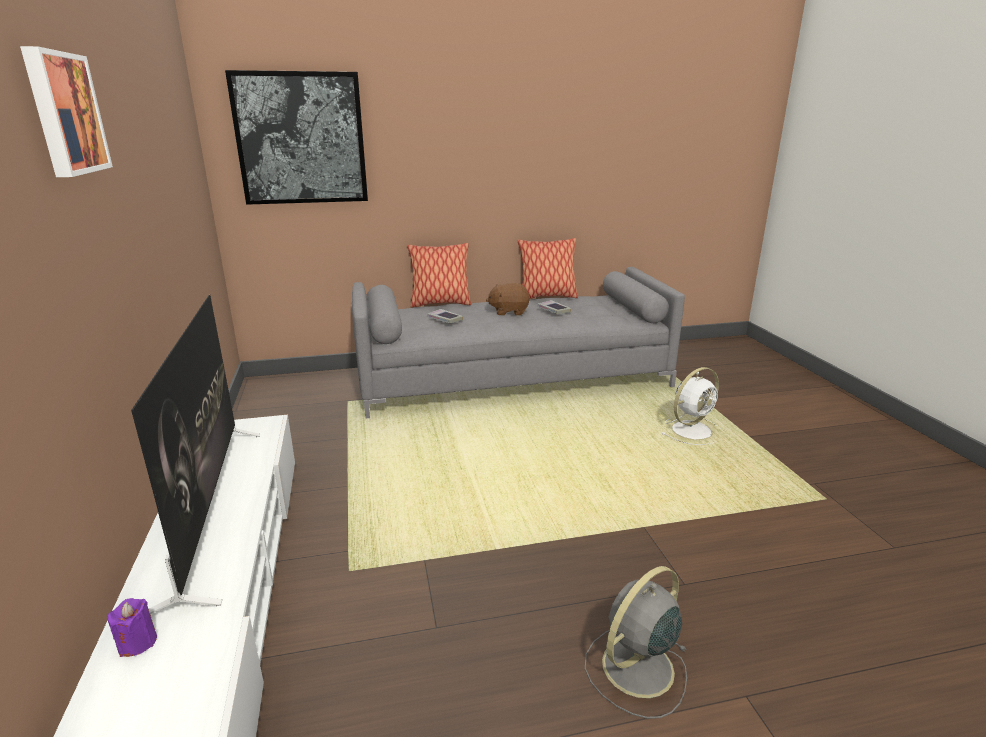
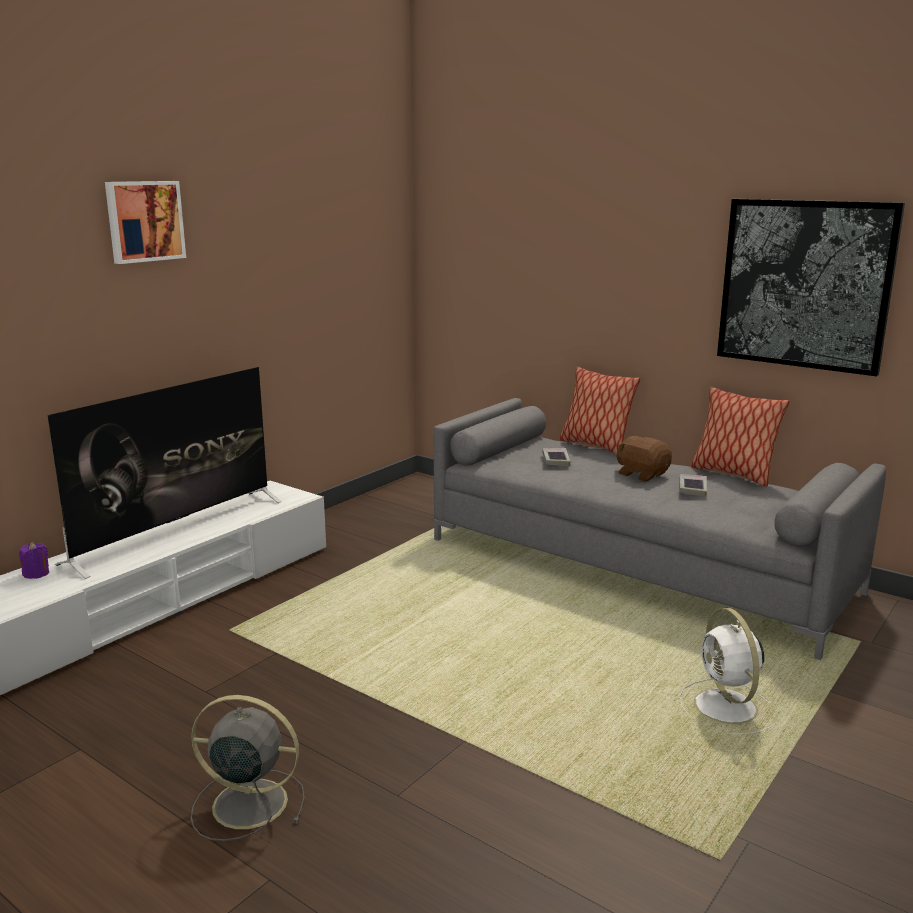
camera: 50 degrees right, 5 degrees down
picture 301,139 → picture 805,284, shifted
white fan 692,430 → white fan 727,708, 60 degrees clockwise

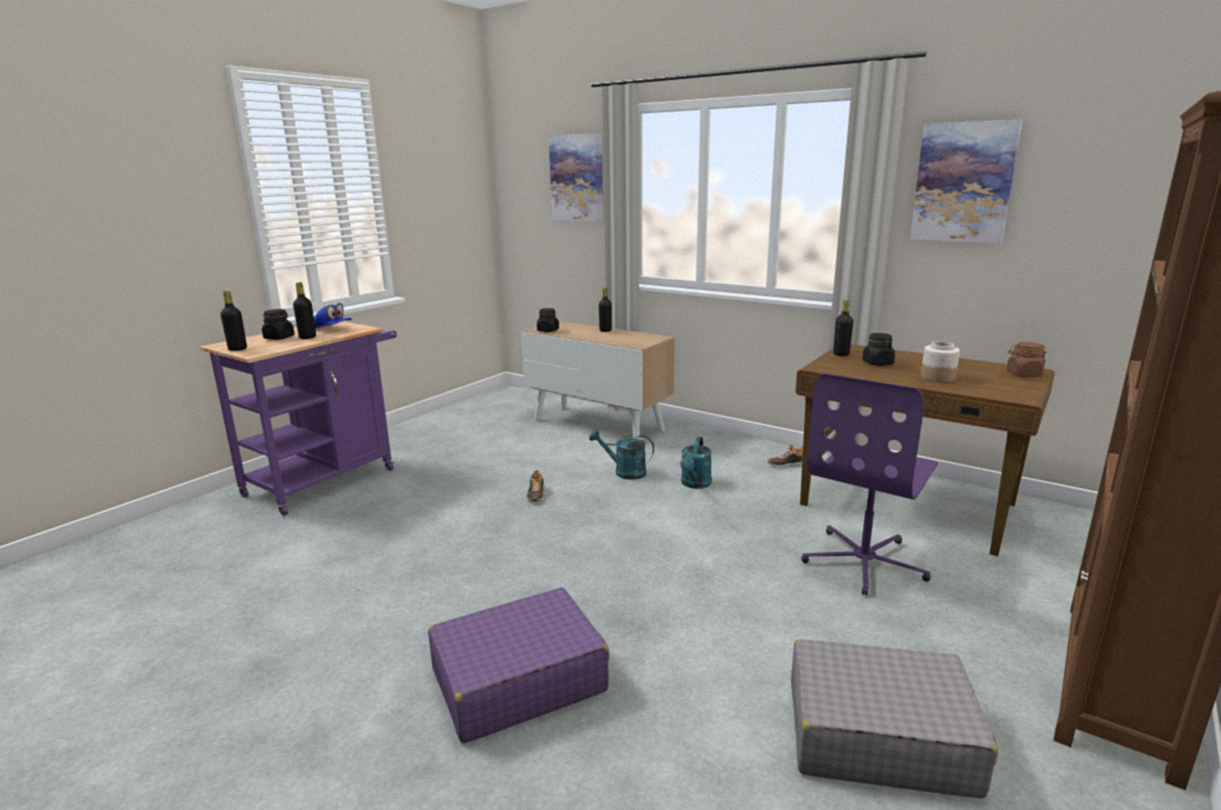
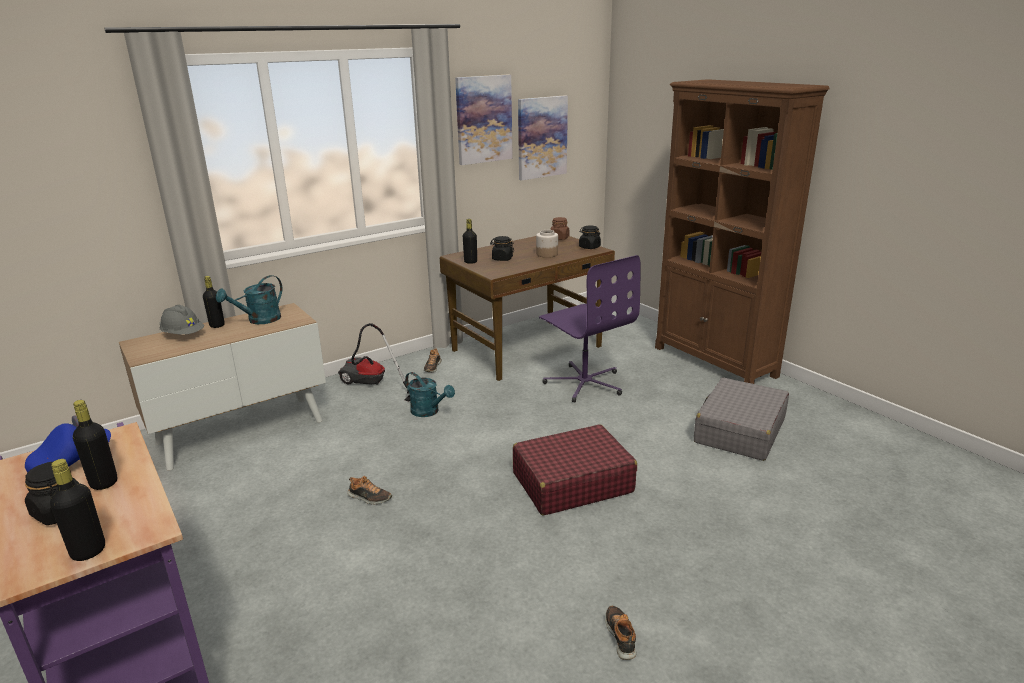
camera: 70 degrees left, 5 degrees up
purple suitcase 518,680 → -
- → grey hard hat 183,335
- → vacuum cleaner 373,385
- → red suitcase 572,483
- → shoe 621,636
black jar 548,330 → black jar 589,247, shifted
picture 577,178 → picture 541,137, shifted
turquoise watering can 624,472 → turquoise watering can 259,320, shifted

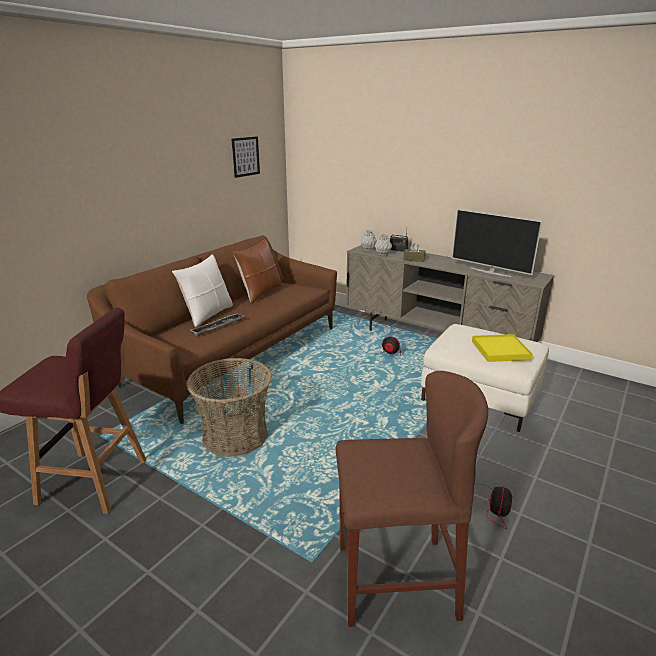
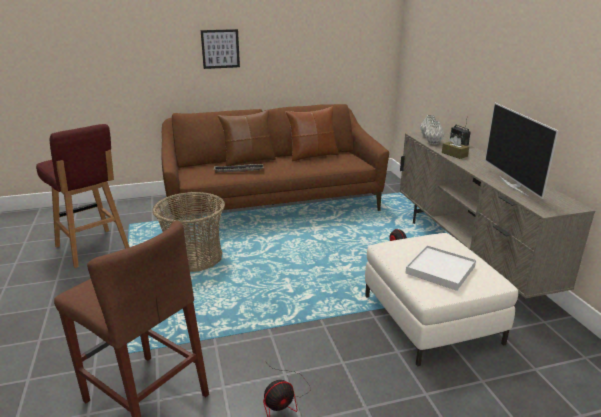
camera: 40 degrees right, 0 degrees up
picture 245,156 → picture 220,49, shifted
white pillow 207,315 → brown pillow 248,160
yellow tray 500,350 → white tray 440,270

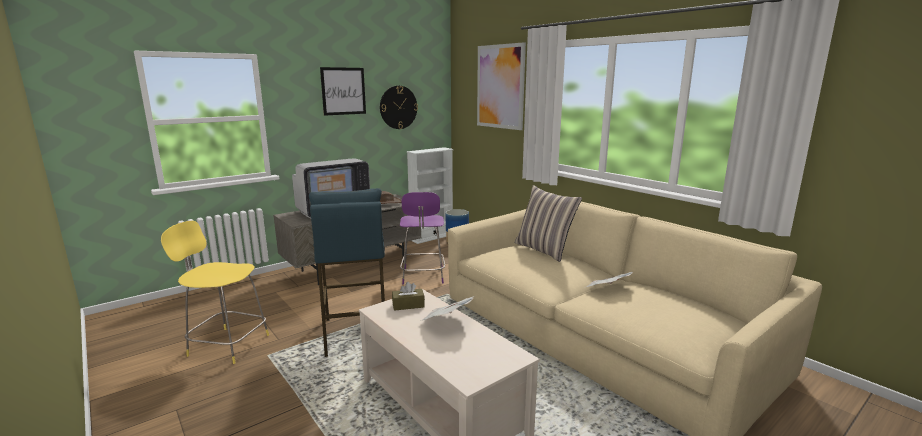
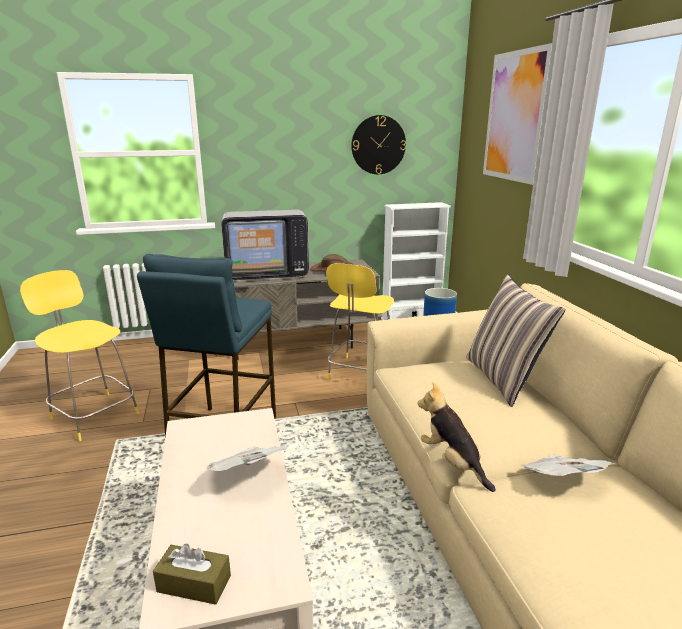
camera: 25 degrees right, 5 degrees up
picture 343,91 → -
- → plush toy 452,462
brown tissue box 408,305 → brown tissue box 194,584, shifted
purple stool 423,276 → yellow stool 360,373

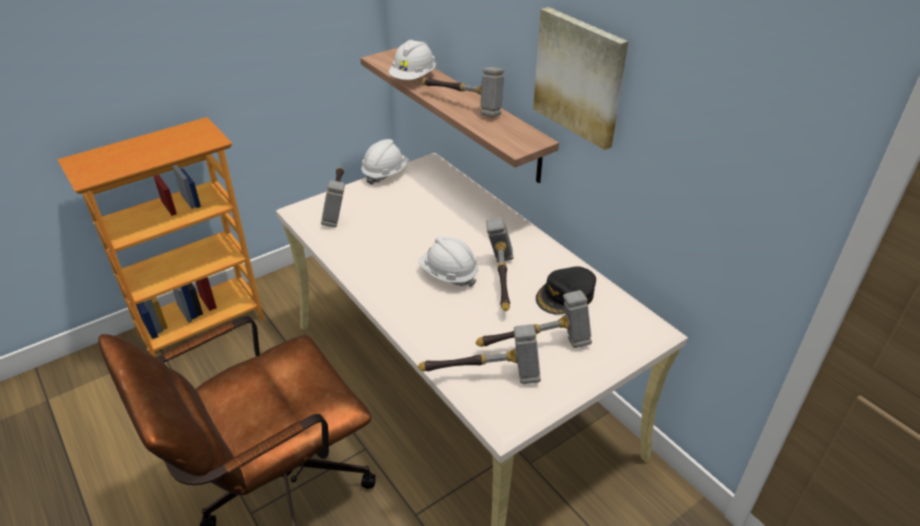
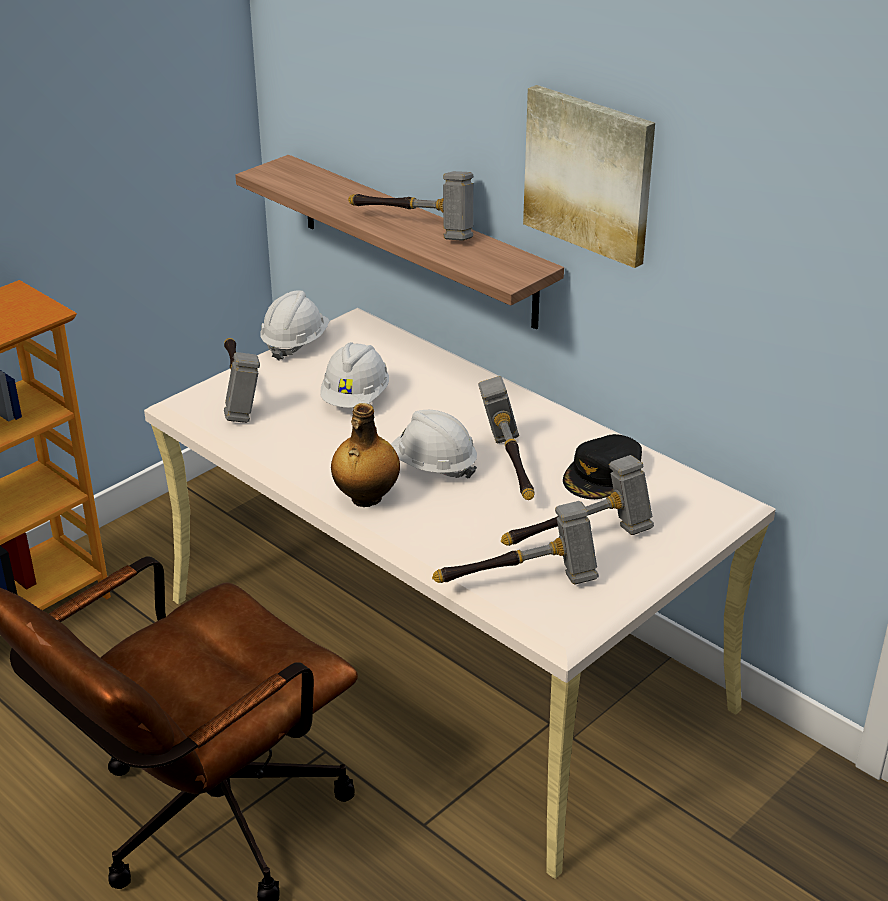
camera: 10 degrees left, 5 degrees down
- → bottle 365,498
white hard hat 413,78 → white hard hat 355,398, shifted

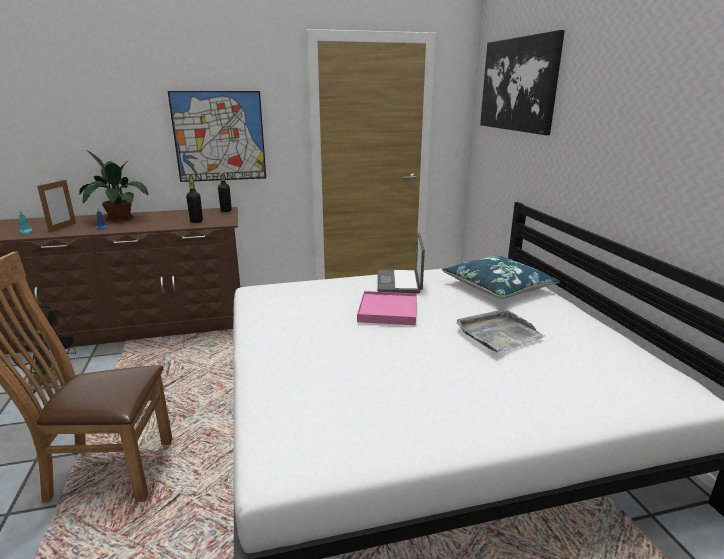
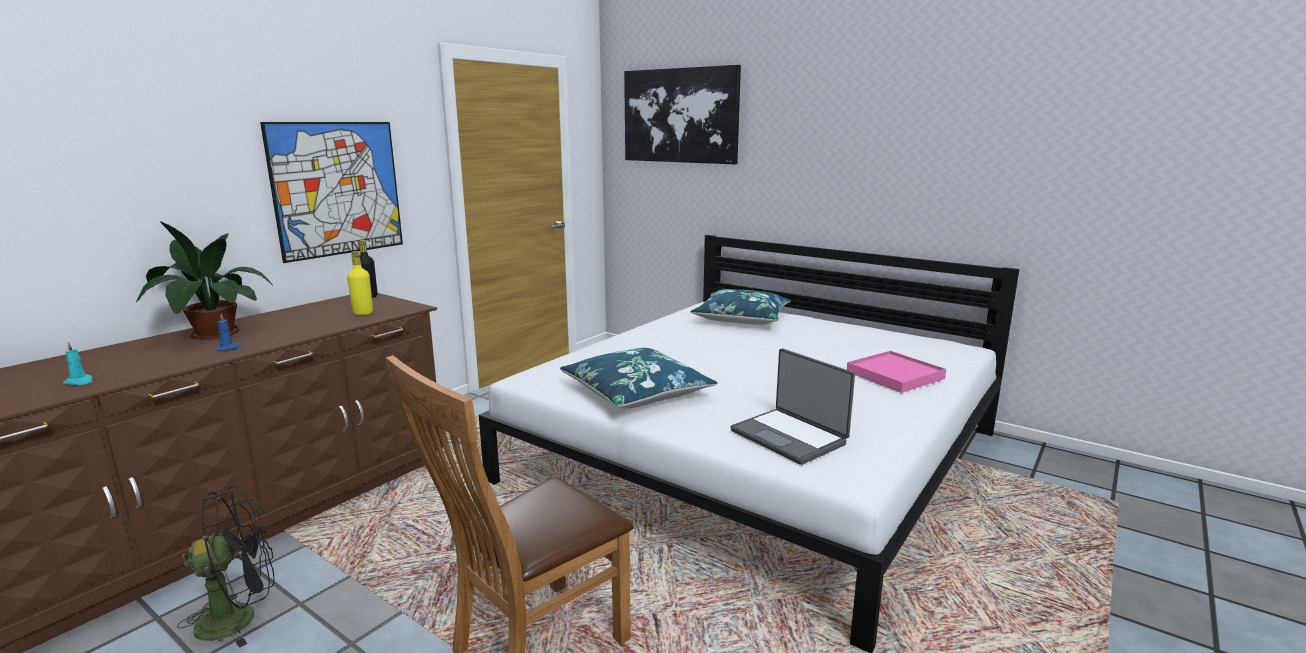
camera: 40 degrees left, 5 degrees down
picture frame 62,227 → -
grey tray 498,333 → -
- → blue pillow 636,392
pink tray 388,311 → pink tray 894,375, shifted
laptop 400,282 → laptop 790,437, shifted
black bottle 196,221 → yellow bottle 363,313

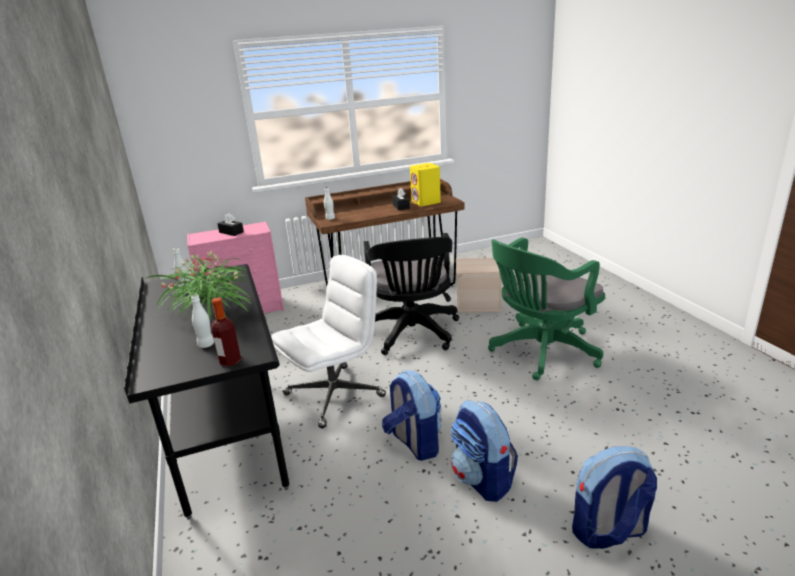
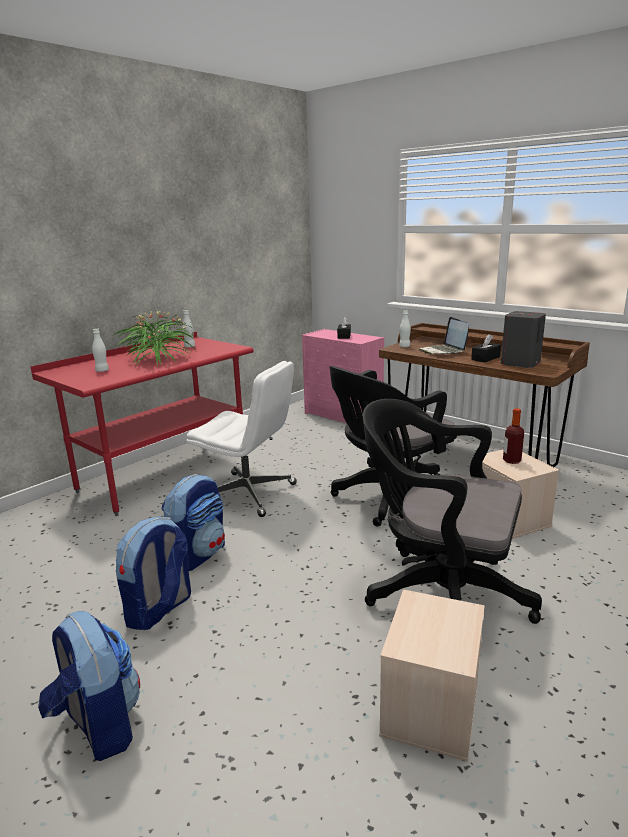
camera: 60 degrees right, 5 degrees down
- → beige storage box 432,708
- → laptop 443,351
bottle 230,361 → bottle 511,461, shifted
black desk 229,440 → red desk 164,475
yellow speaker 426,202 → grey speaker 520,363
green office chair 540,352 → black office chair 439,594

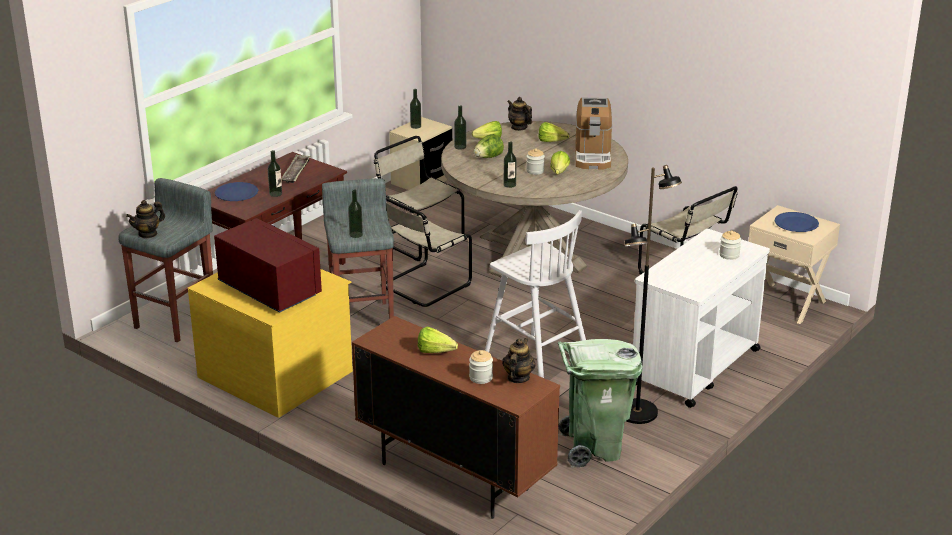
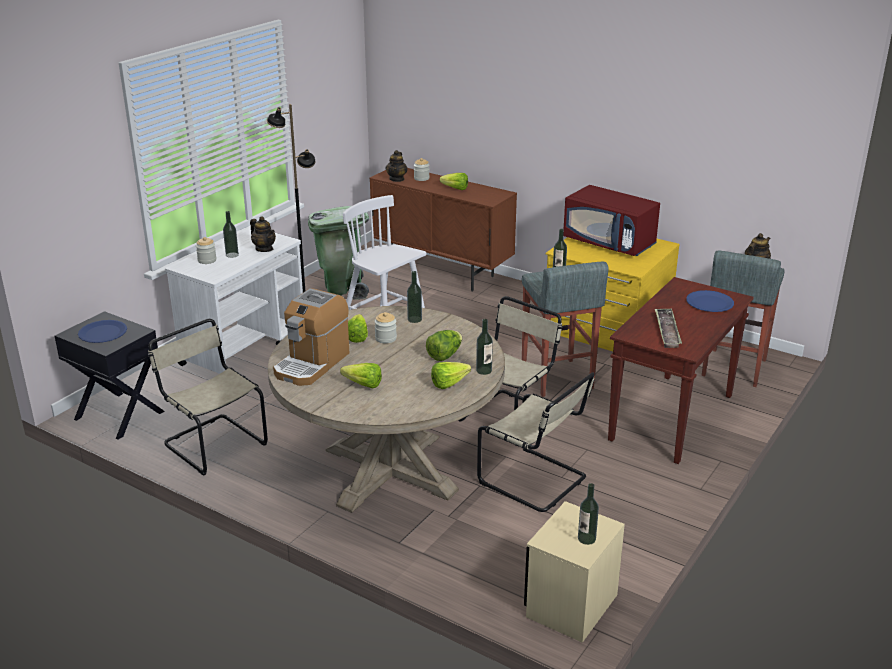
camera: 175 degrees right, 0 degrees up
bottle 275,194 → bottle 232,255, shifted
teapot 519,127 → teapot 264,249, shifted
beige nightstand 786,302 → black nightstand 118,415
coffee machine 593,156 → coffee machine 312,364, 150 degrees counterclockwise

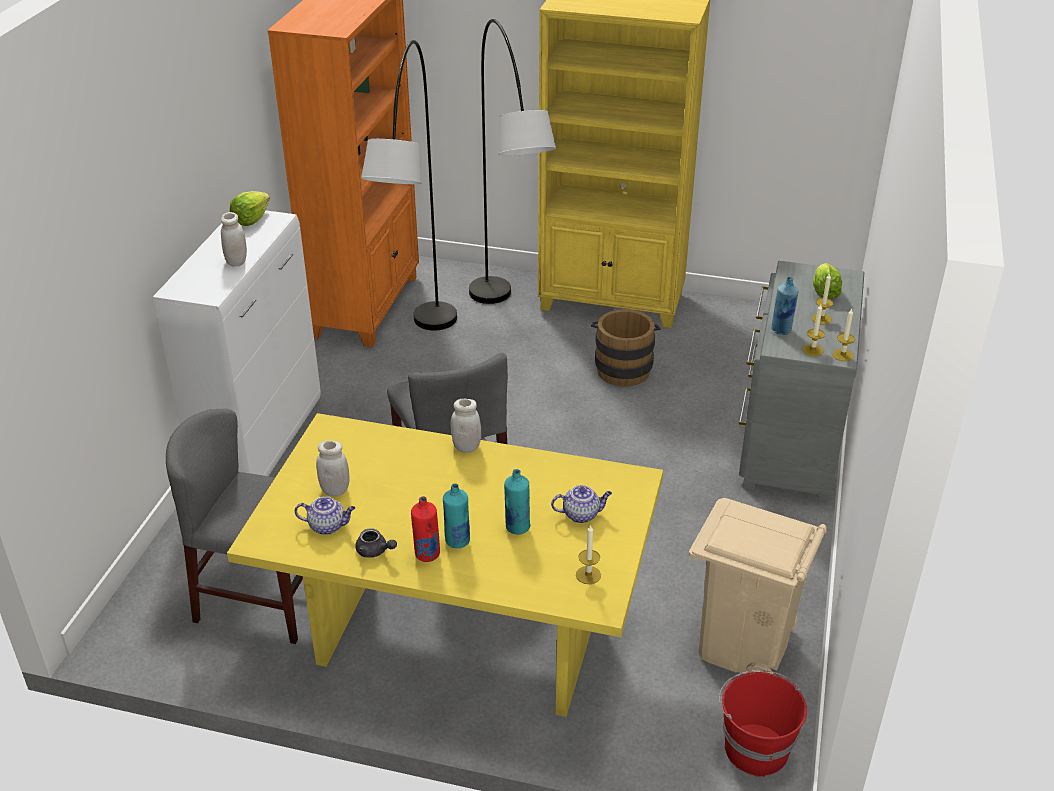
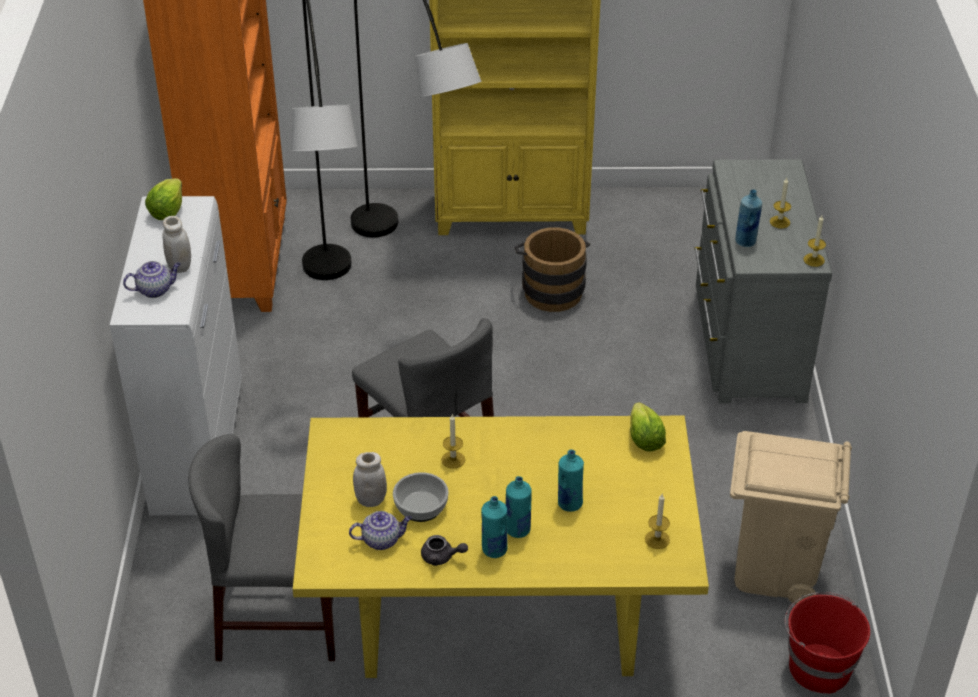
camera: 15 degrees left, 5 degrees up
white jar 466,447 → -
- → bowl 421,506
teapot 581,514 → teapot 155,290, shifted
candle 812,350 → candle 453,459, shifted
lettuce 824,292 → lettuce 644,439, shifted
red bottle 427,554 → turquoise bottle 494,550

